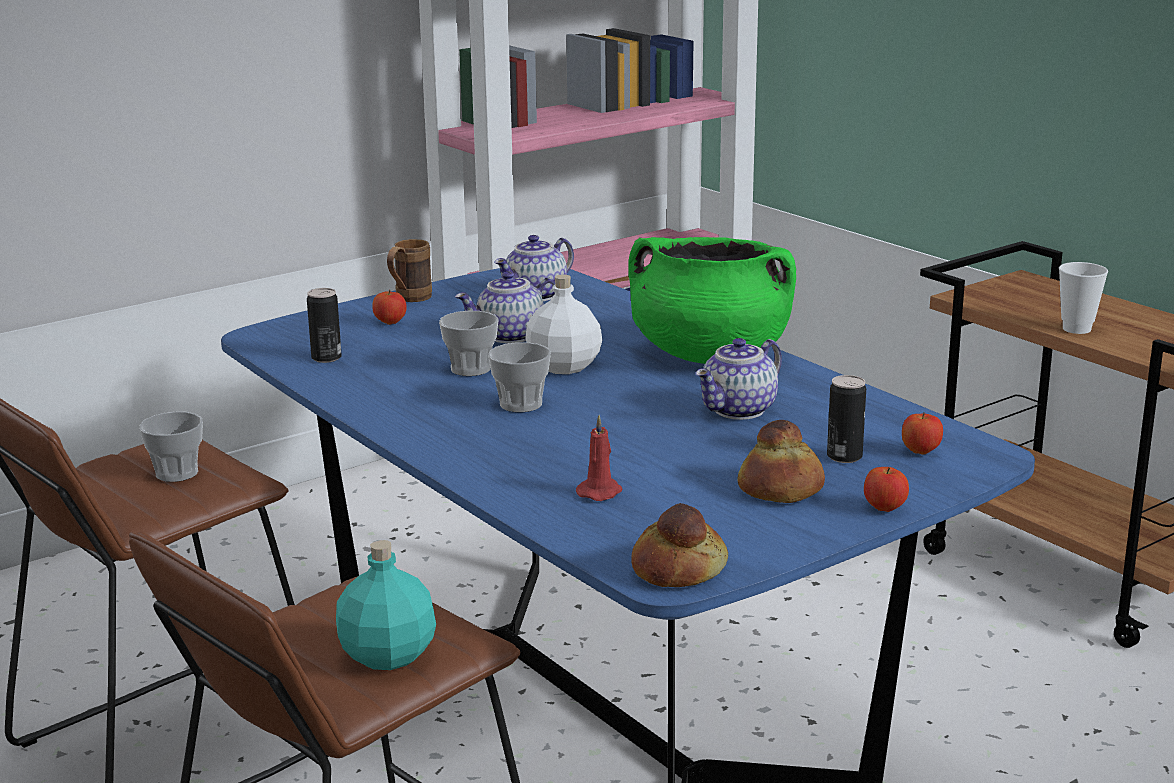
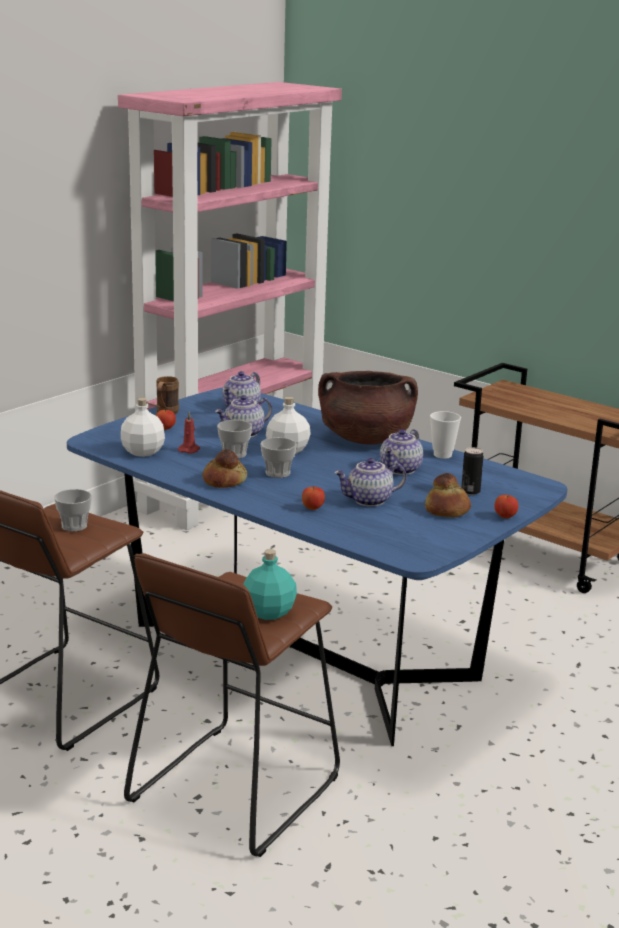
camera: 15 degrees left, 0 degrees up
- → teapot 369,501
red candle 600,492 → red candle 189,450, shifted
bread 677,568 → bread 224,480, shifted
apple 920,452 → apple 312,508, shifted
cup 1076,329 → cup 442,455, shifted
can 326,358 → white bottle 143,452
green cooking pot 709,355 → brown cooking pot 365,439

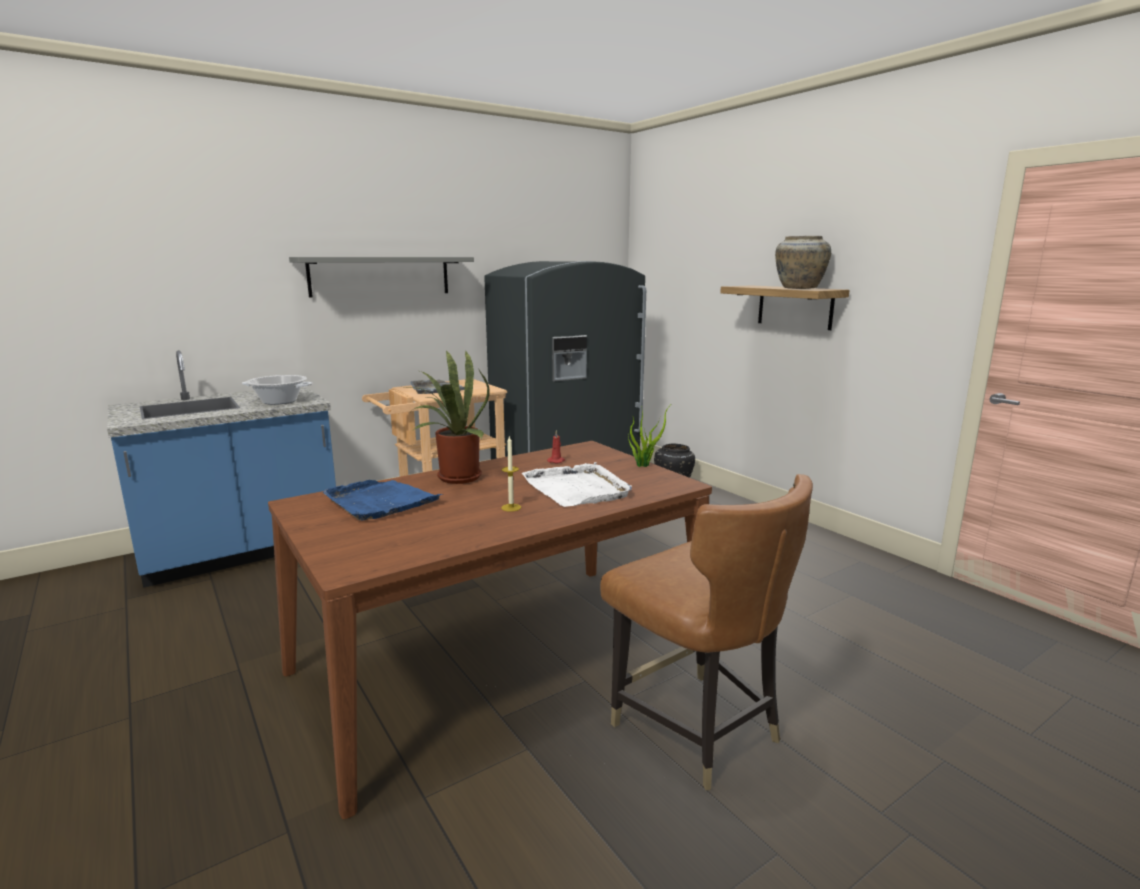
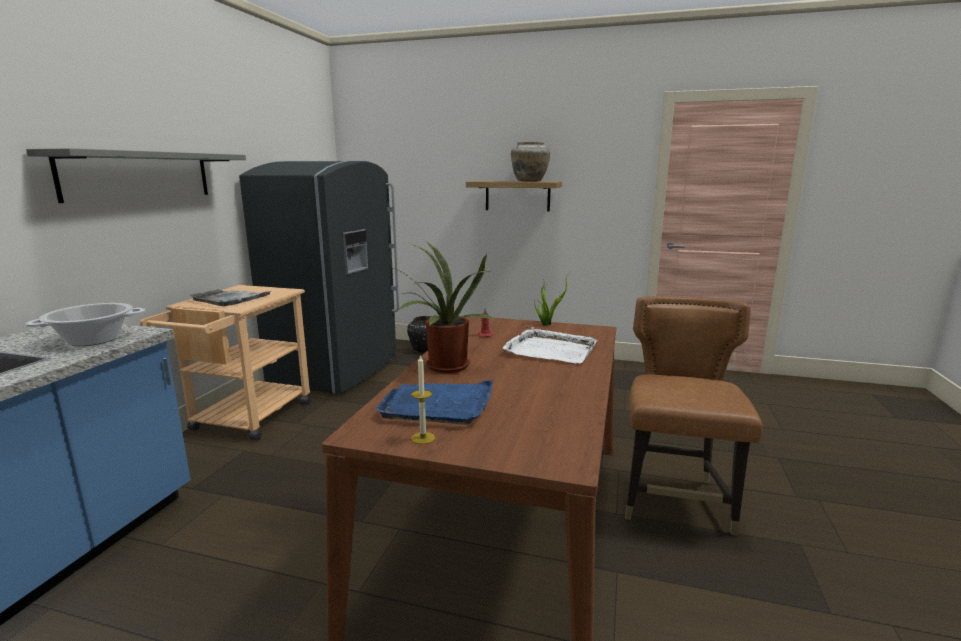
camera: 40 degrees left, 0 degrees up
candle 511,507 → candle 423,438, shifted
brown chair 696,729 → brown chair 675,501, 90 degrees counterclockwise

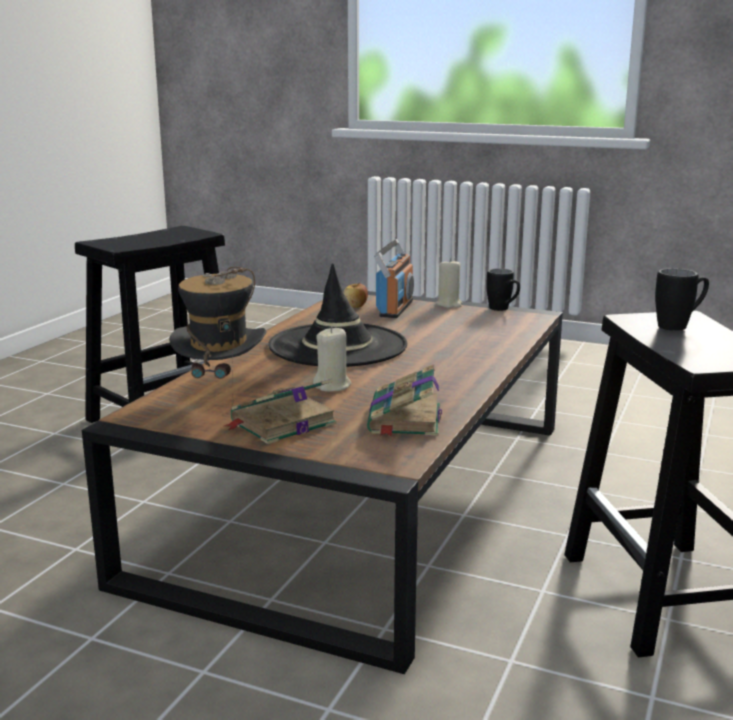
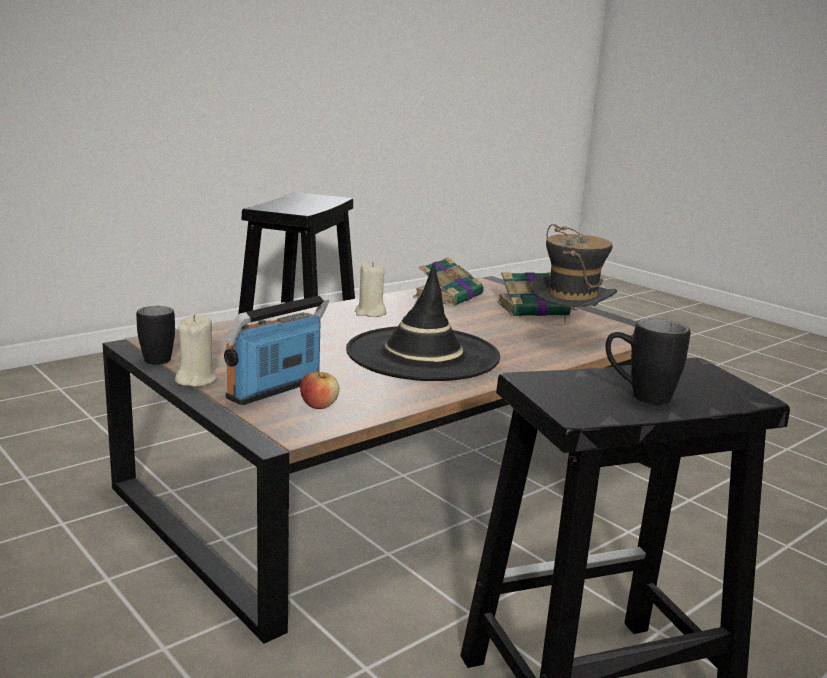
camera: 155 degrees left, 0 degrees up
beige candle 332,386 → beige candle 370,313, shifted
black mug 679,326 → black mug 638,396, shifted

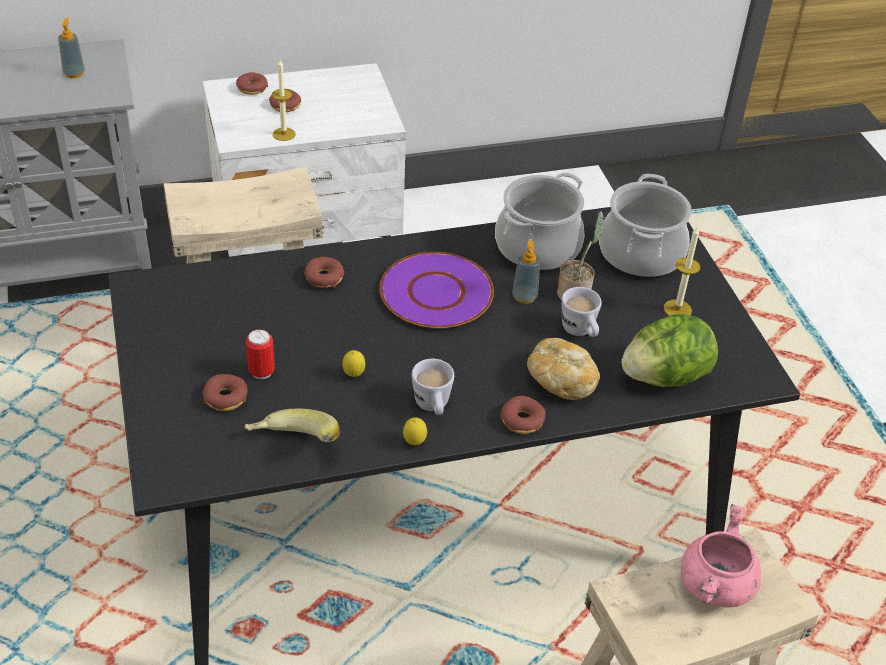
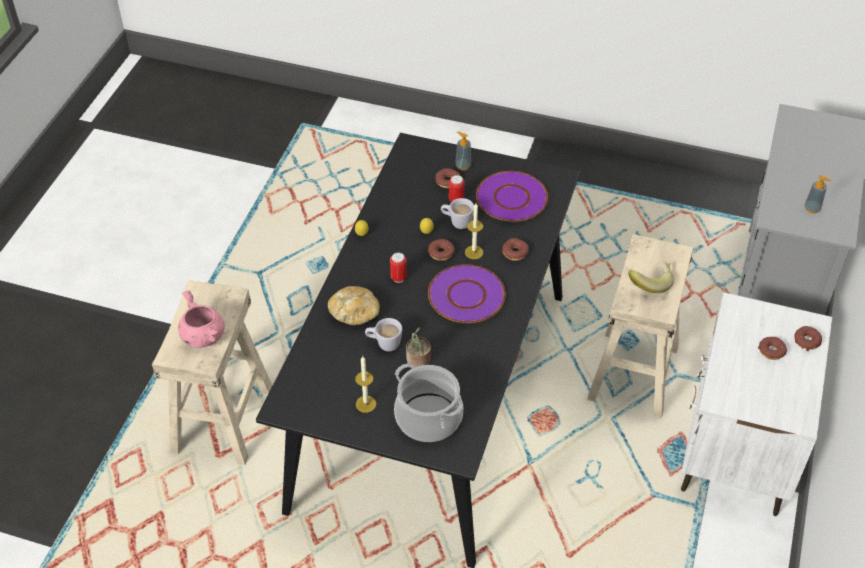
camera: 125 degrees right, 5 degrees up
cooking pot 538,248 → -
lettuce 665,377 → -
- → can 398,278
- → purple plate 511,198
banana 293,446 → banana 650,283, shifted
candle 284,134 → candle 474,252, shifted
white mug 433,407 → white mug 457,222, shifted
donut 522,420 → donut 441,253, shifted
soap dispenser 524,297 → soap dispenser 463,166, shifted

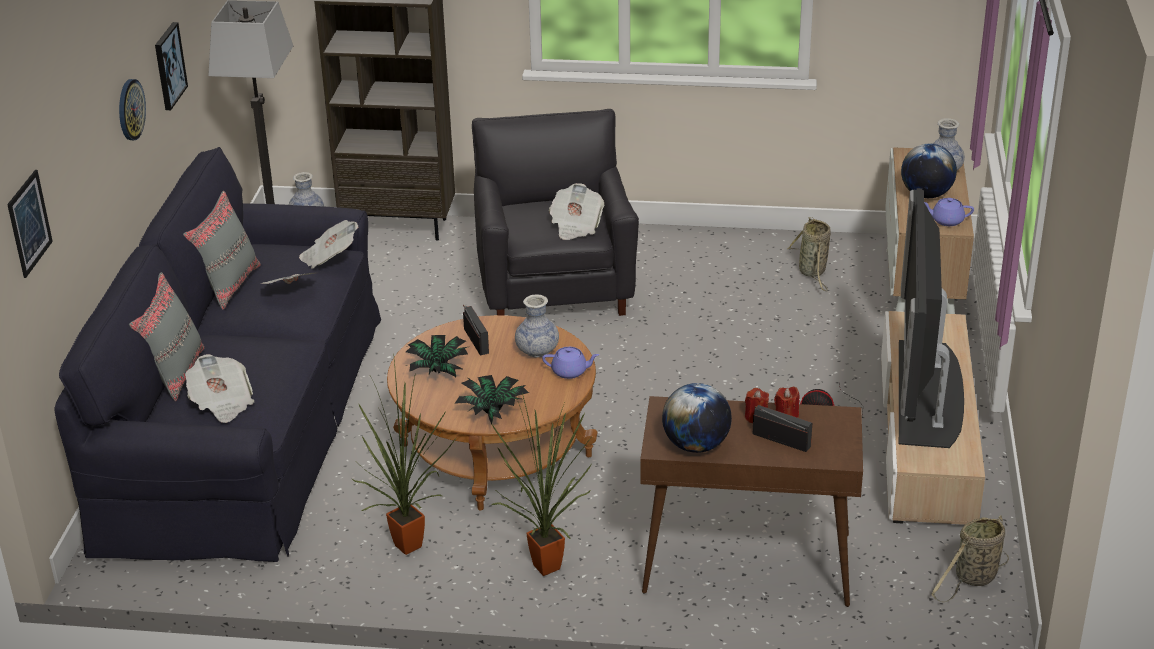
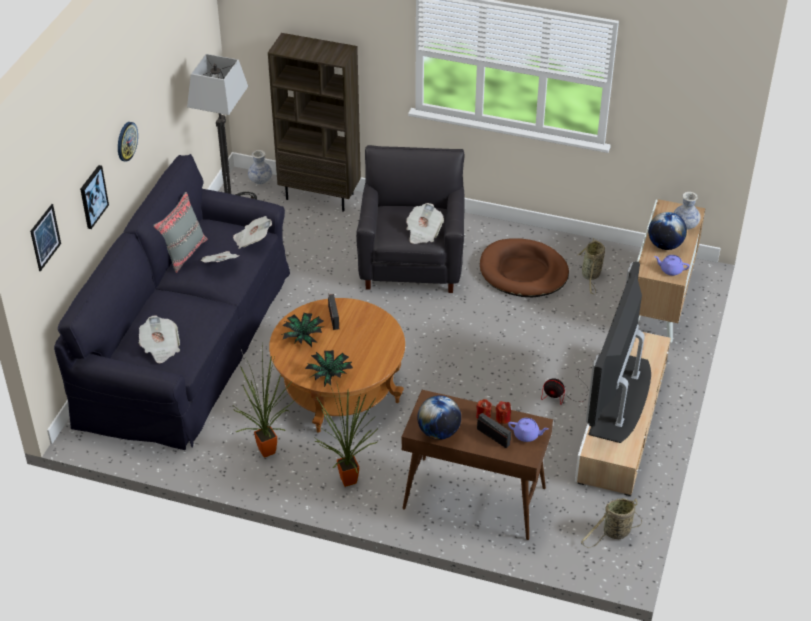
camera: 10 degrees right, 10 degrees up
grey pillow 175,373 → -
vase 537,351 → -
- → brown dog bed 523,272
picture 169,66 → picture 93,196, shifted
purple teapot 570,372 → purple teapot 527,435, shifted

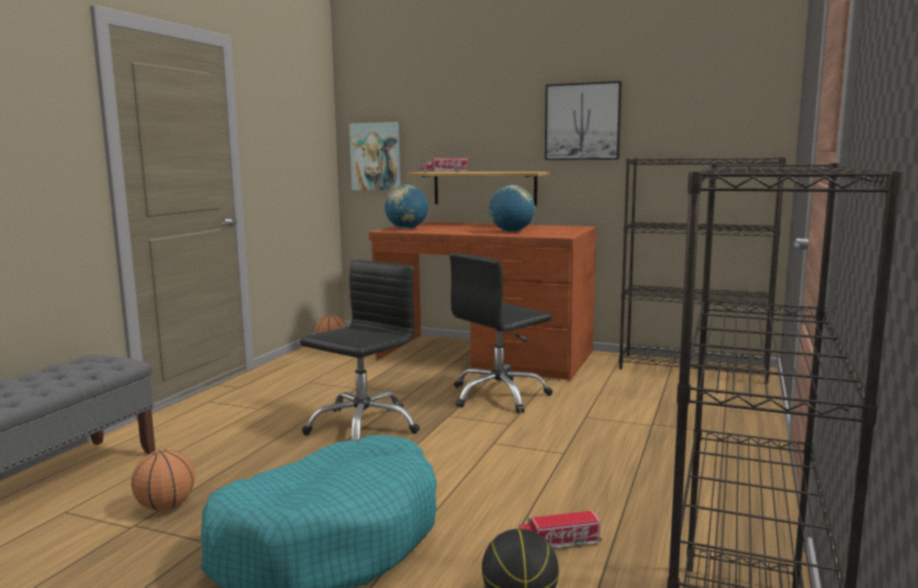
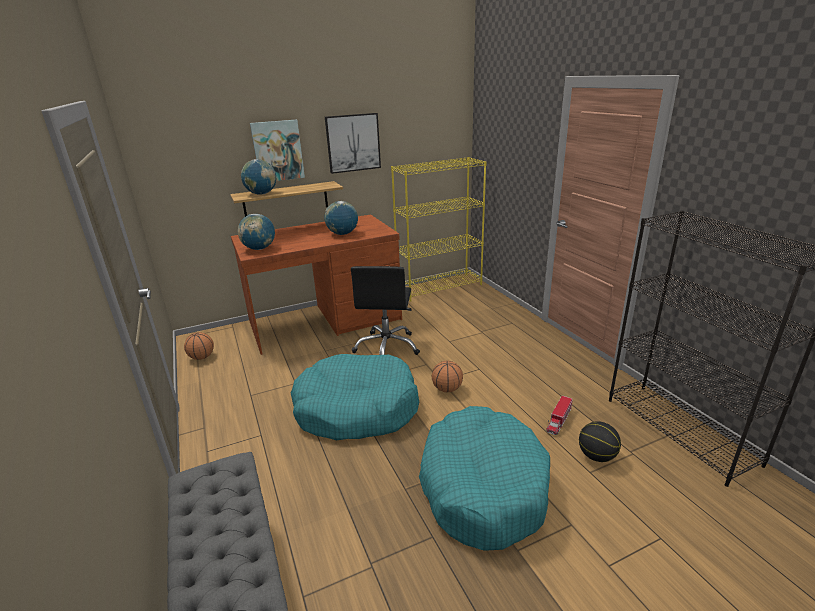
camera: 45 degrees left, 15 degrees up
basketball 166,507 → basketball 447,389, shifted
picture 375,156 → picture 278,151, shifted
black office chair 362,426 → turquoise dog bed 356,408
toy truck 445,172 → globe 261,194
black bookcase 693,368 → yellow bookcase 440,287

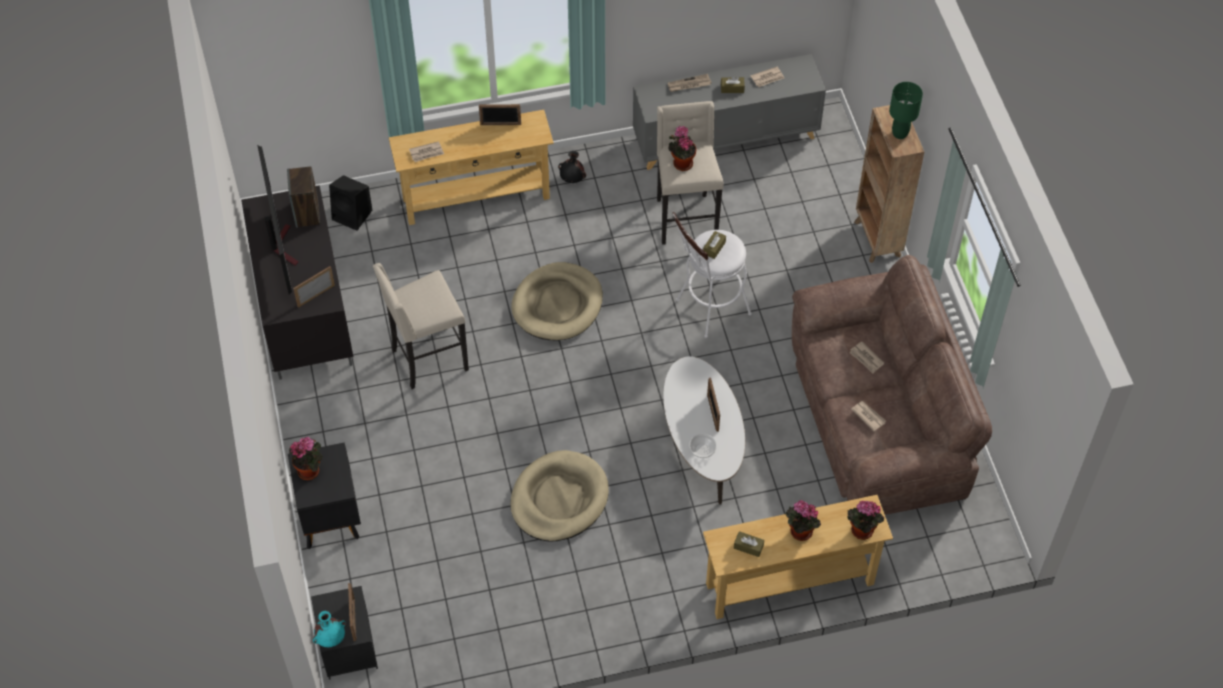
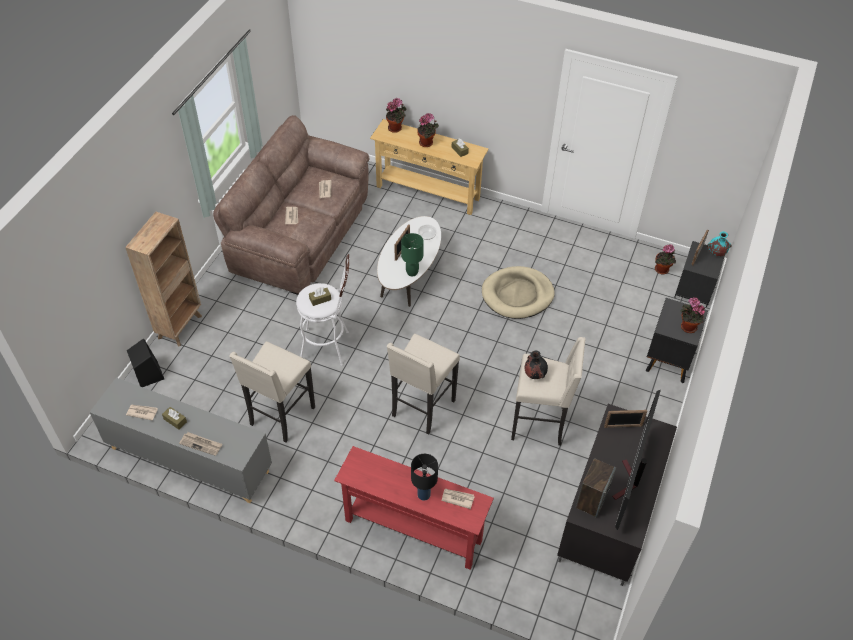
camera: 145 degrees left, 5 degrees down
picture frame 500,124 → -
- → black table lamp 424,495
black speaker 353,215 → black speaker 148,374, shifted
black vase 572,179 → black vase 534,374, shifted
potted plant 681,163 → potted plant 662,270, shifted
green table lamp 899,133 → green table lamp 412,272, shifted
beige dog bed 557,304 → beige stool 422,409
beige console table 476,197 → red console table 413,531

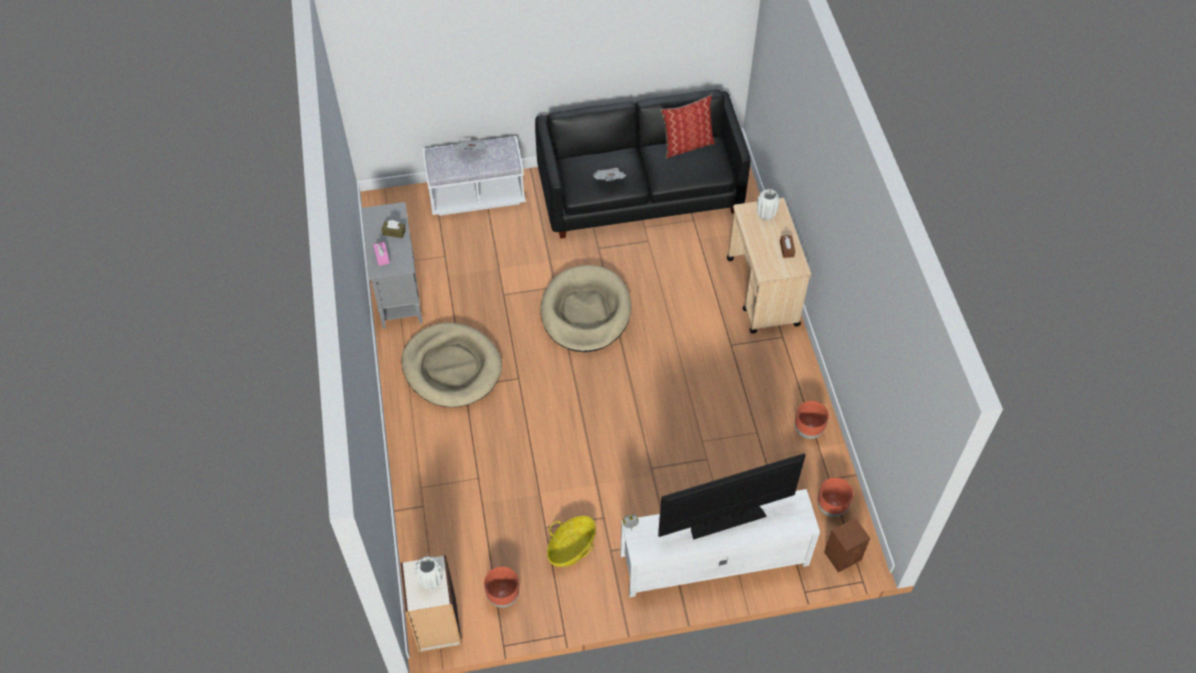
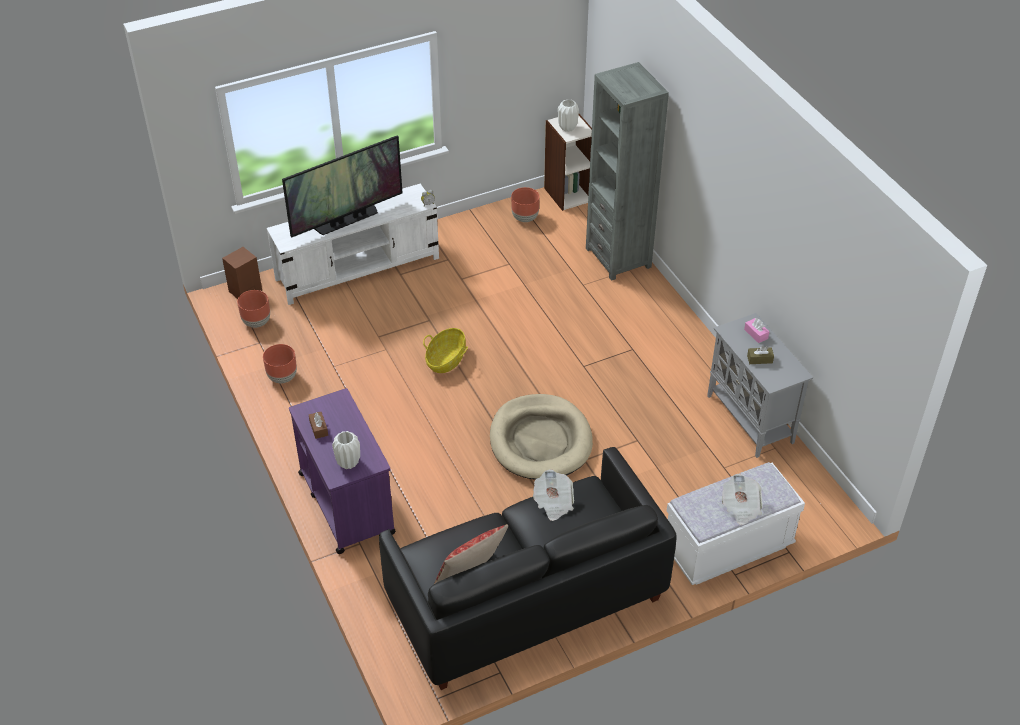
camera: 165 degrees right, 10 degrees down
beige dog bed 452,367 → -
- → grey bookcase 618,257
basket 571,548 → basket 446,360, shifted
beige cart 762,292 → purple cart 346,502

